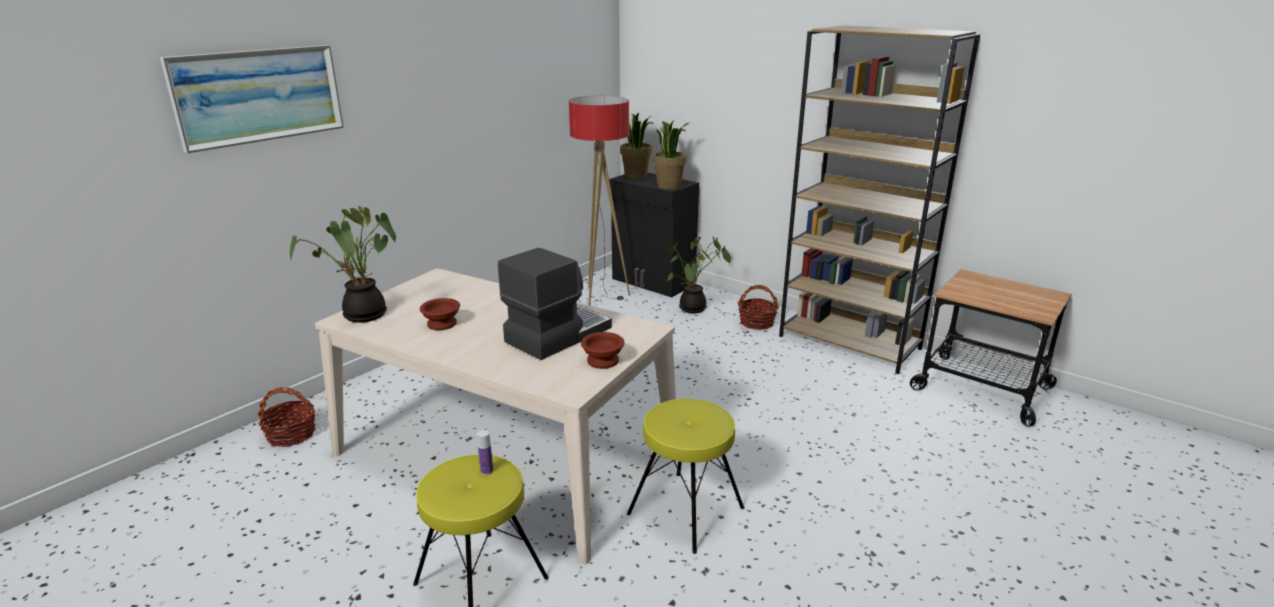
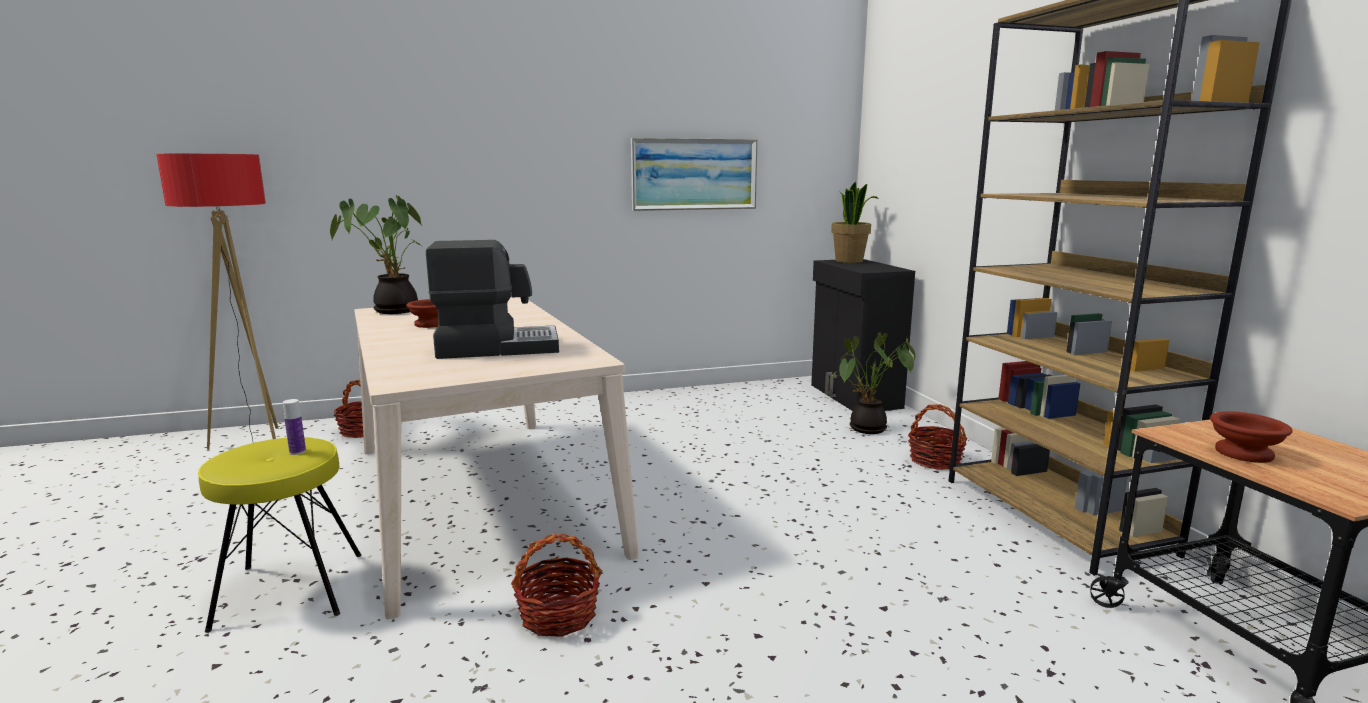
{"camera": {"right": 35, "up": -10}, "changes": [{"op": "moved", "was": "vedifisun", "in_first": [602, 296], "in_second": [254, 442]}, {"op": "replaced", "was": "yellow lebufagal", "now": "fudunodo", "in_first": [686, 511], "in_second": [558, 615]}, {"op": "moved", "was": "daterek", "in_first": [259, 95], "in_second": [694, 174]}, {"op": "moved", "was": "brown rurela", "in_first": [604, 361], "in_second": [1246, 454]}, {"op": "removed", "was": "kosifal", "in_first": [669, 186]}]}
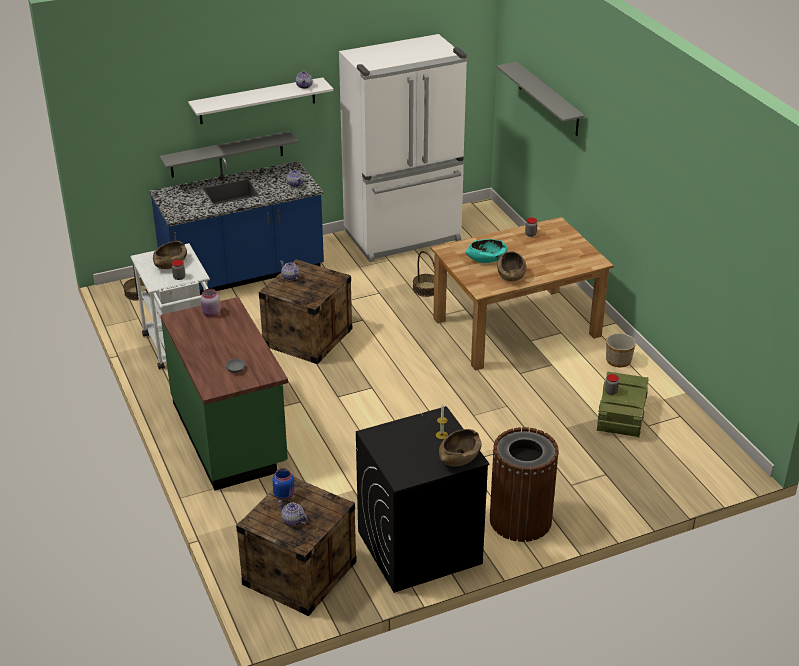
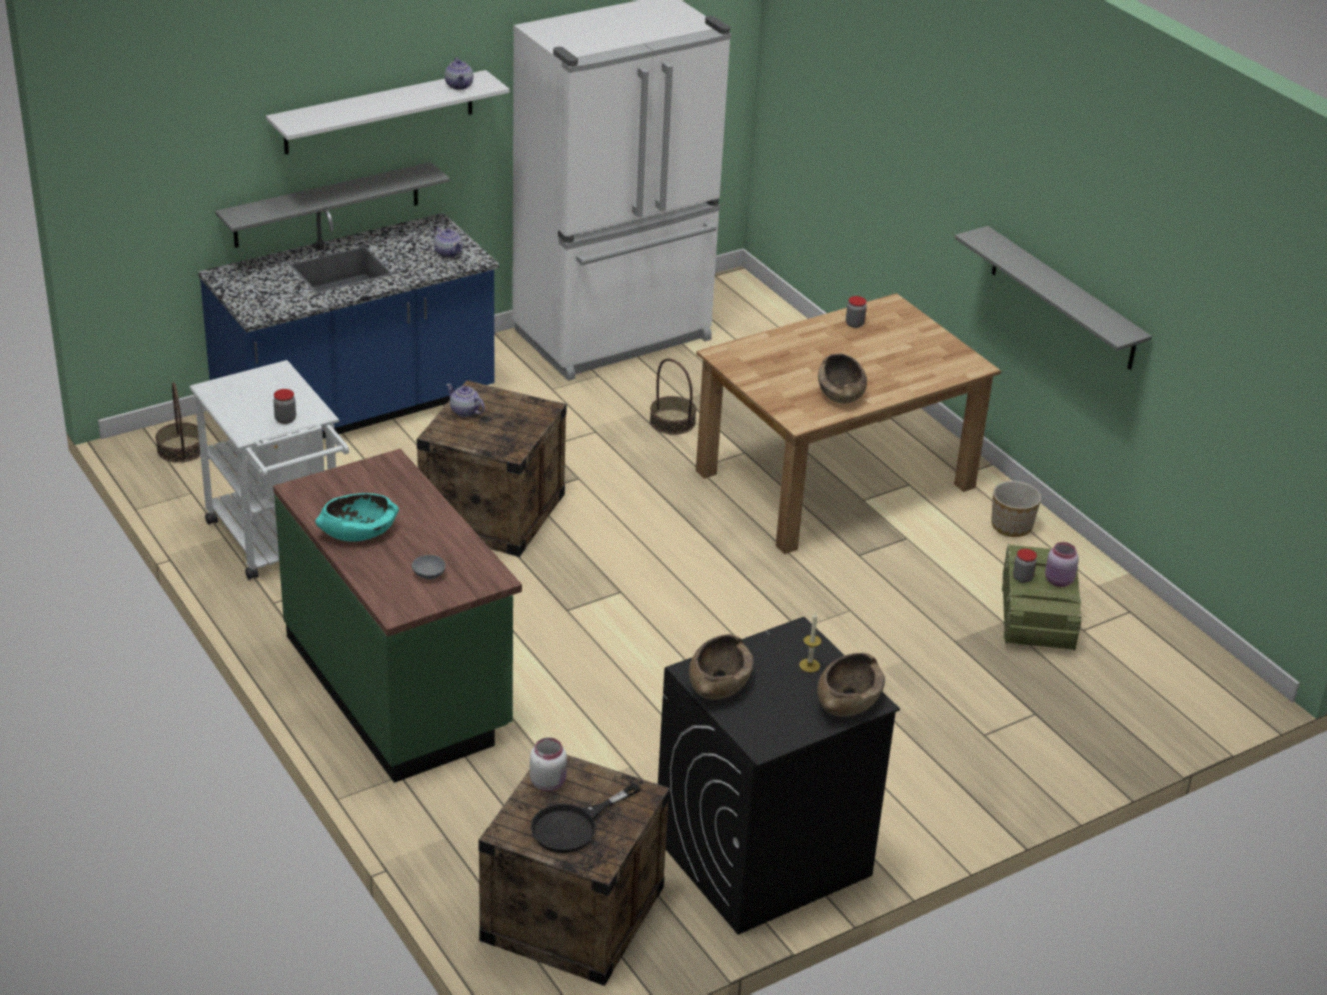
{"camera": {"right": -10, "up": 0}, "changes": [{"op": "moved", "was": "turquoise rurela", "in_first": [486, 258], "in_second": [358, 531]}, {"op": "recoloured", "was": "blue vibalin", "now": "white vibalin", "in_first": [285, 495], "in_second": [549, 782]}, {"op": "replaced", "was": "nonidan", "now": "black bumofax", "in_first": [293, 521], "in_second": [574, 826]}, {"op": "moved", "was": "brown rurela", "in_first": [170, 263], "in_second": [719, 683]}, {"op": "moved", "was": "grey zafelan", "in_first": [548, 99], "in_second": [1063, 299]}, {"op": "moved", "was": "pink vibalin", "in_first": [211, 313], "in_second": [1059, 581]}, {"op": "removed", "was": "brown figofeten", "in_first": [520, 520]}]}
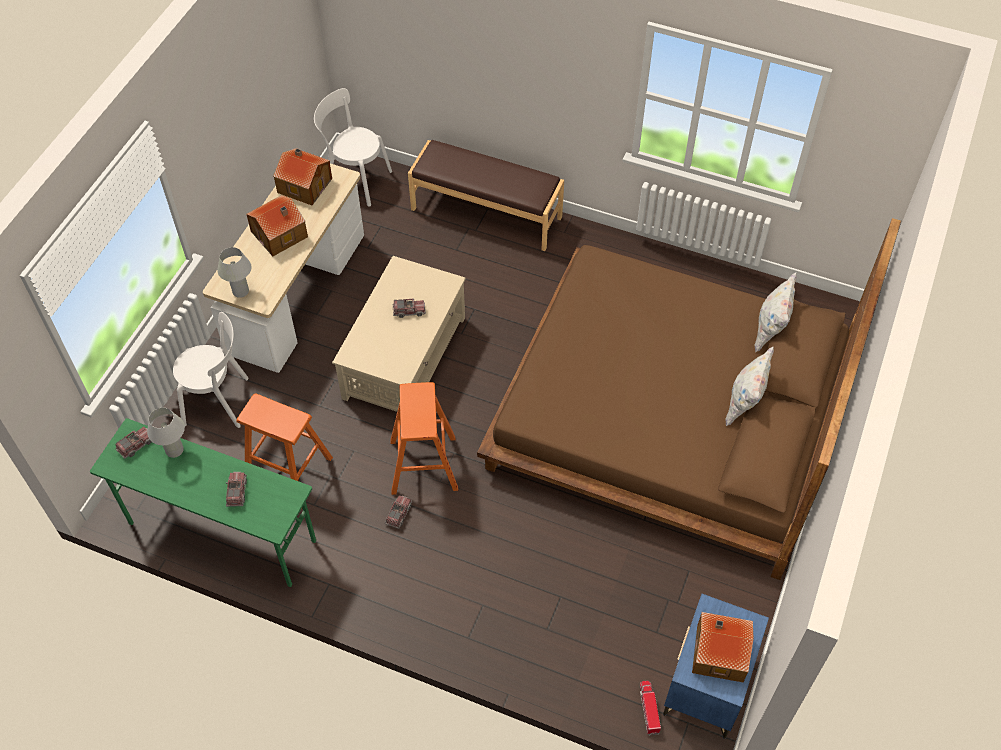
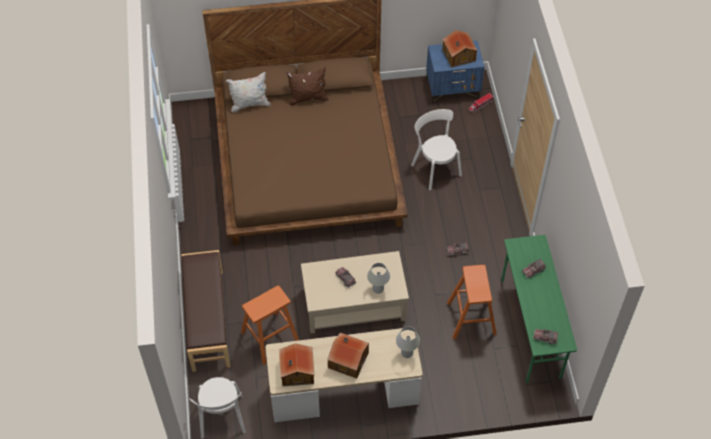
{"camera": {"right": -120, "up": 0}, "changes": [{"op": "moved", "was": "orange lebufagal", "in_first": [423, 465], "in_second": [270, 338]}, {"op": "recoloured", "was": "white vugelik", "now": "brown vugelik", "in_first": [744, 403], "in_second": [308, 98]}, {"op": "moved", "was": "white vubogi", "in_first": [174, 450], "in_second": [378, 289]}, {"op": "moved", "was": "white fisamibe", "in_first": [219, 401], "in_second": [435, 168]}]}
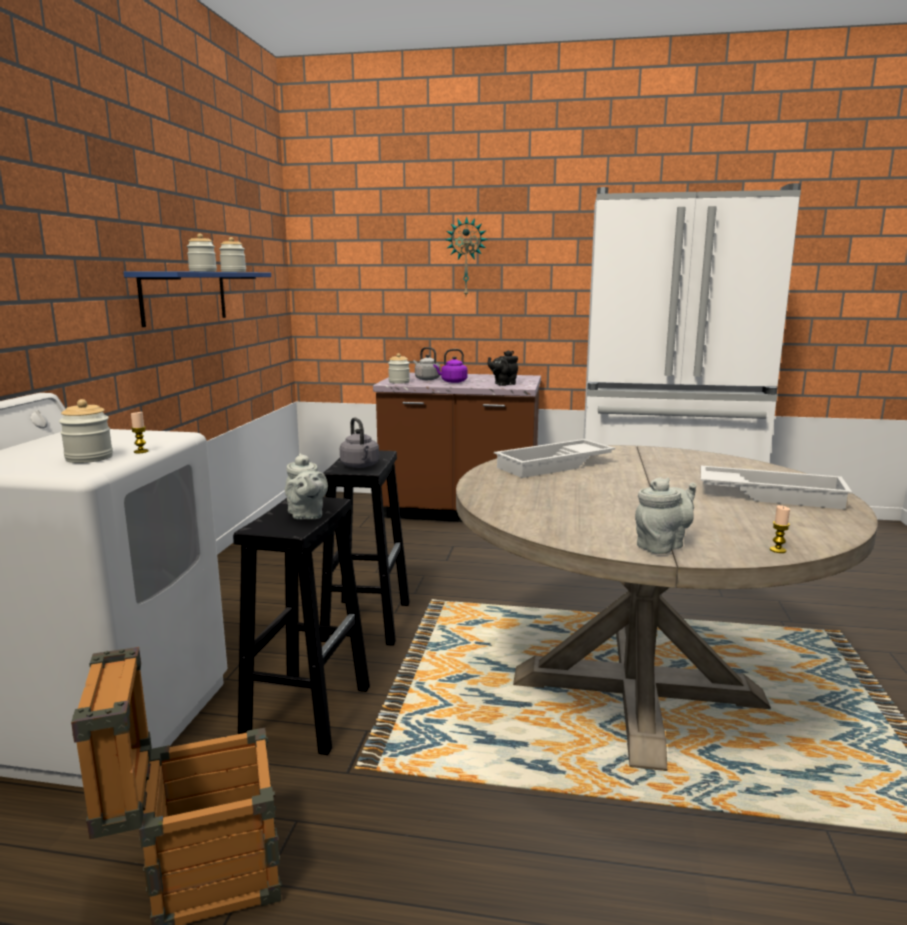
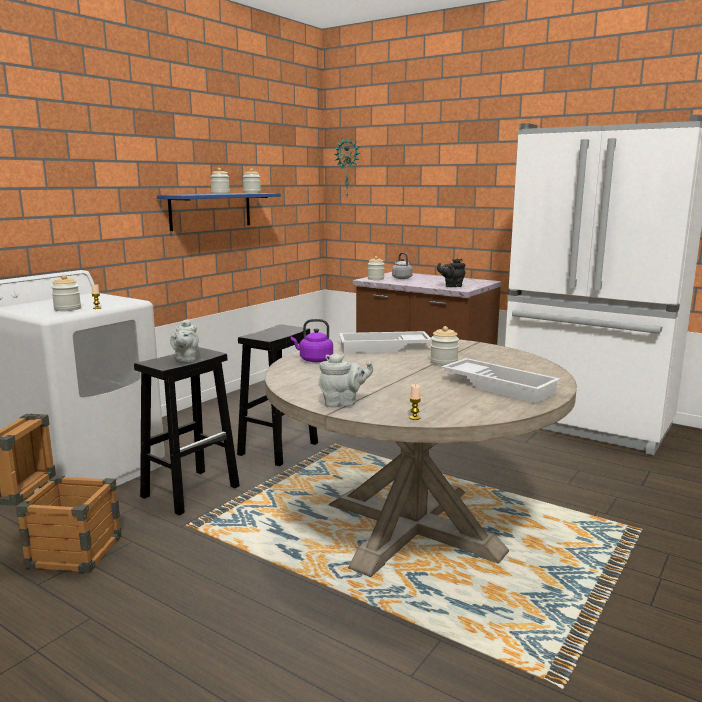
{"camera": {"right": 25, "up": 0}, "changes": [{"op": "moved", "was": "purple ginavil", "in_first": [452, 382], "in_second": [314, 360]}, {"op": "moved", "was": "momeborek", "in_first": [466, 257], "in_second": [348, 167]}, {"op": "added", "now": "vibalin", "in_second": [444, 362]}, {"op": "removed", "was": "grey ginavil", "in_first": [360, 466]}]}
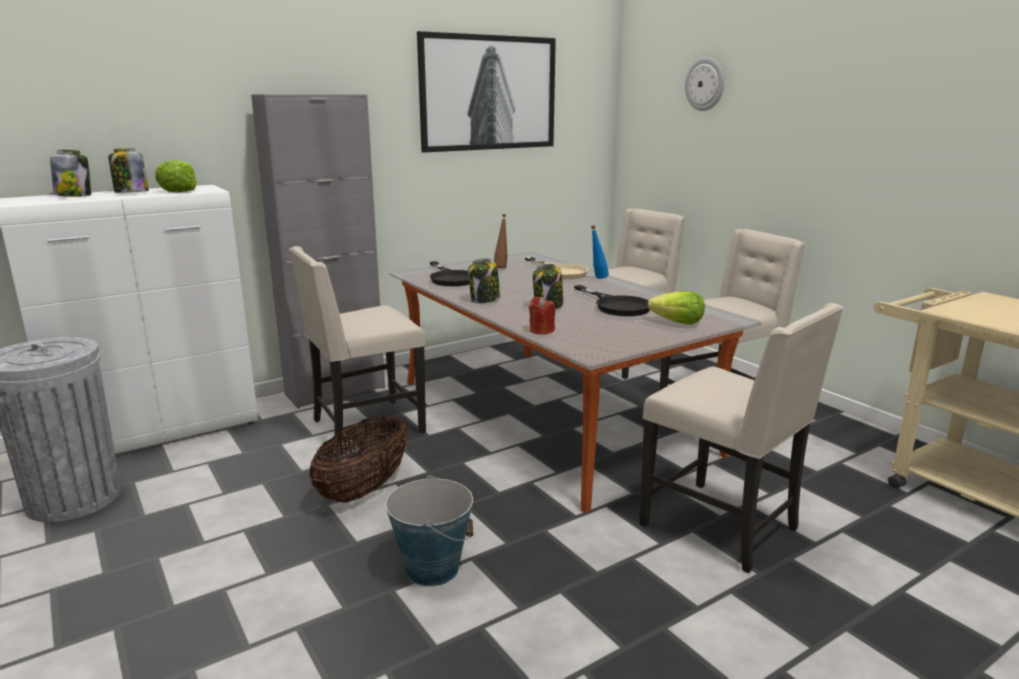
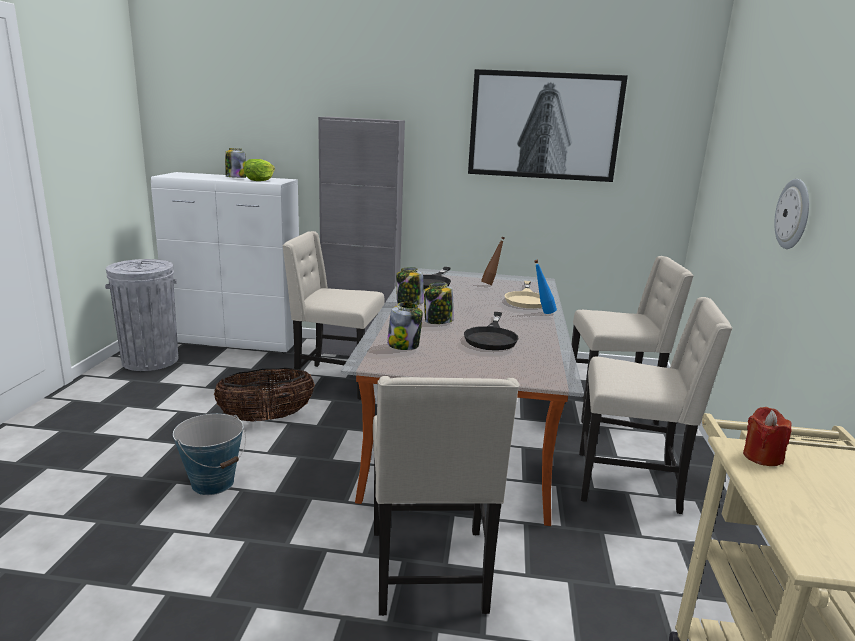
{"camera": {"right": 40, "up": 0}, "changes": [{"op": "moved", "was": "vibalin", "in_first": [74, 195], "in_second": [404, 345]}, {"op": "moved", "was": "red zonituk", "in_first": [541, 330], "in_second": [762, 457]}, {"op": "moved", "was": "momeborek", "in_first": [705, 84], "in_second": [793, 214]}, {"op": "removed", "was": "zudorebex", "in_first": [678, 322]}]}
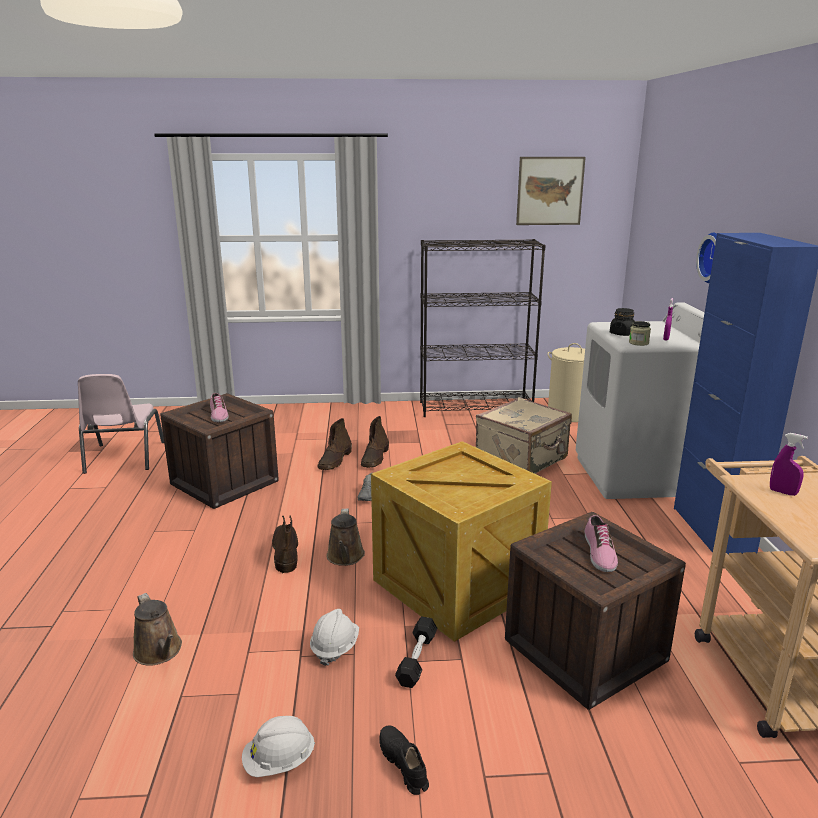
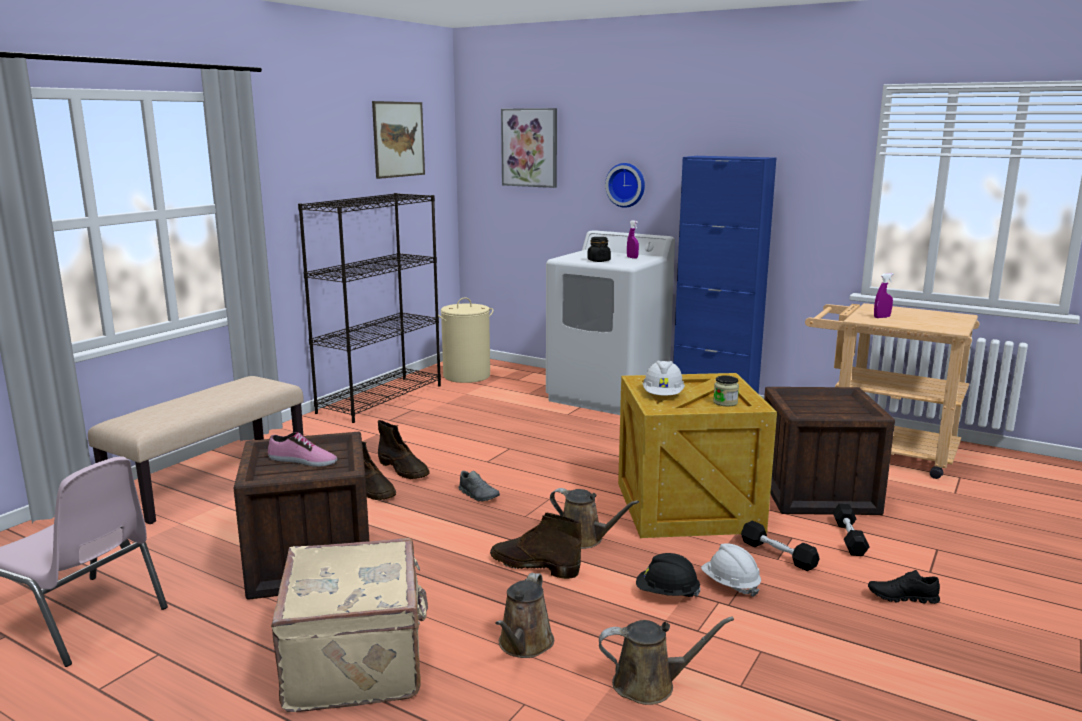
{"camera": {"right": -55, "up": -5}, "changes": [{"op": "added", "now": "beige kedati", "in_second": [210, 480]}, {"op": "moved", "was": "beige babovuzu", "in_first": [522, 460], "in_second": [358, 661]}, {"op": "added", "now": "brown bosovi", "in_second": [524, 645]}, {"op": "added", "now": "daterek", "in_second": [530, 147]}, {"op": "added", "now": "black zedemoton", "in_second": [667, 594]}, {"op": "moved", "was": "white zedemoton", "in_first": [279, 762], "in_second": [663, 396]}, {"op": "moved", "was": "vibalin", "in_first": [638, 343], "in_second": [725, 402]}, {"op": "added", "now": "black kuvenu", "in_second": [849, 538]}, {"op": "removed", "was": "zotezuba", "in_first": [598, 552]}]}
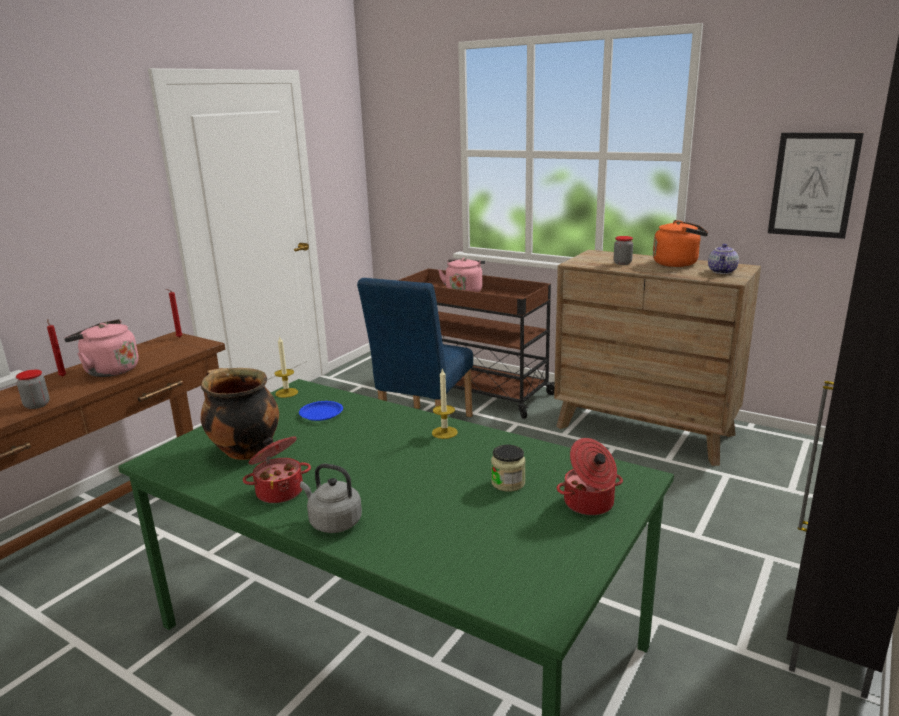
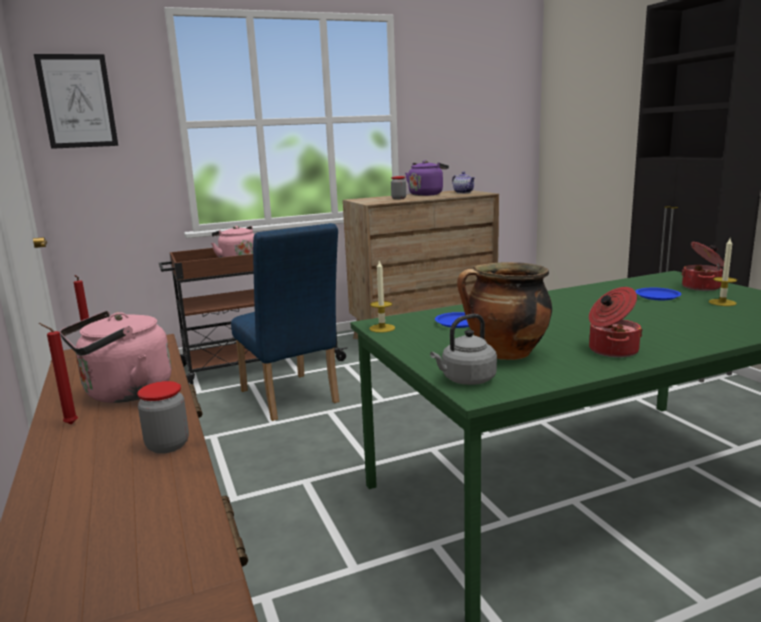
{"camera": {"right": -55, "up": -5}, "changes": [{"op": "moved", "was": "daterek", "in_first": [813, 185], "in_second": [77, 101]}, {"op": "recoloured", "was": "orange ginavil", "now": "purple ginavil", "in_first": [678, 263], "in_second": [427, 194]}, {"op": "moved", "was": "grey ginavil", "in_first": [333, 522], "in_second": [466, 380]}, {"op": "replaced", "was": "vibalin", "now": "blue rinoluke", "in_first": [508, 483], "in_second": [657, 296]}, {"op": "moved", "was": "zonituk", "in_first": [444, 432], "in_second": [722, 302]}]}
